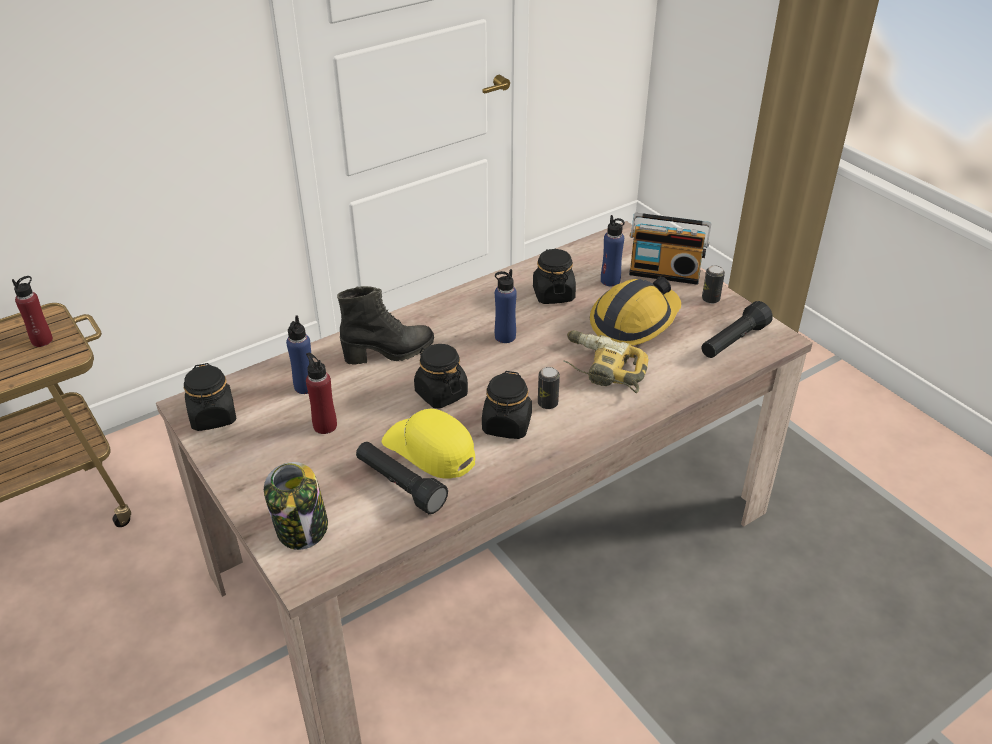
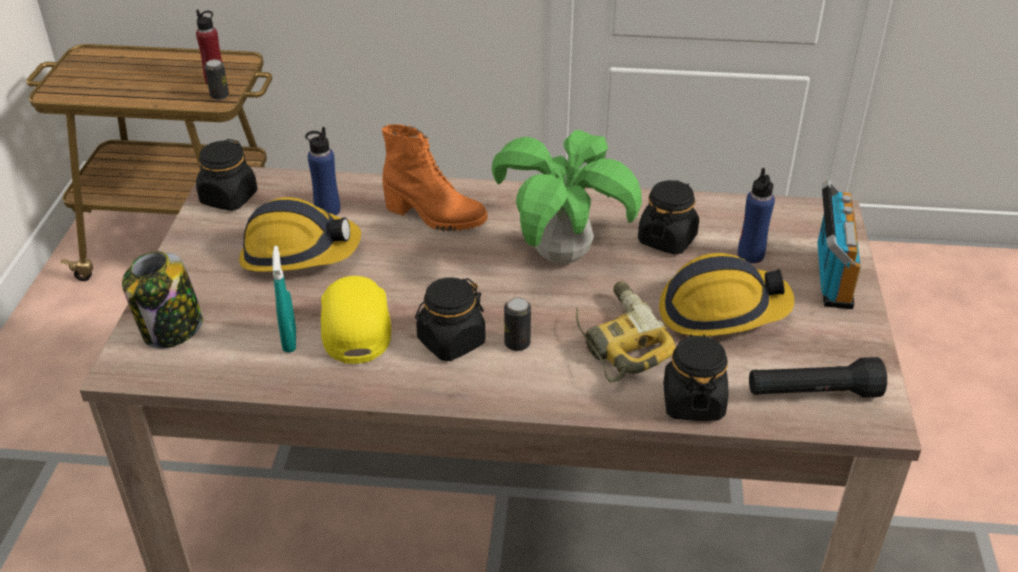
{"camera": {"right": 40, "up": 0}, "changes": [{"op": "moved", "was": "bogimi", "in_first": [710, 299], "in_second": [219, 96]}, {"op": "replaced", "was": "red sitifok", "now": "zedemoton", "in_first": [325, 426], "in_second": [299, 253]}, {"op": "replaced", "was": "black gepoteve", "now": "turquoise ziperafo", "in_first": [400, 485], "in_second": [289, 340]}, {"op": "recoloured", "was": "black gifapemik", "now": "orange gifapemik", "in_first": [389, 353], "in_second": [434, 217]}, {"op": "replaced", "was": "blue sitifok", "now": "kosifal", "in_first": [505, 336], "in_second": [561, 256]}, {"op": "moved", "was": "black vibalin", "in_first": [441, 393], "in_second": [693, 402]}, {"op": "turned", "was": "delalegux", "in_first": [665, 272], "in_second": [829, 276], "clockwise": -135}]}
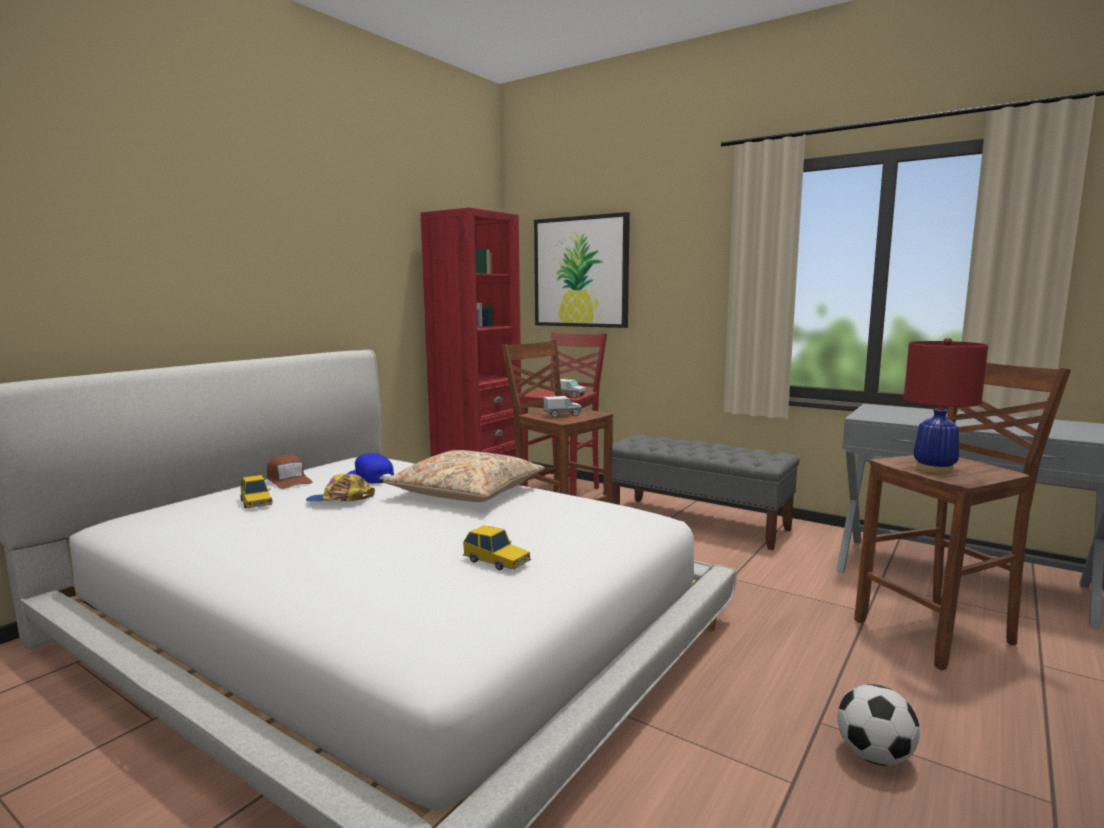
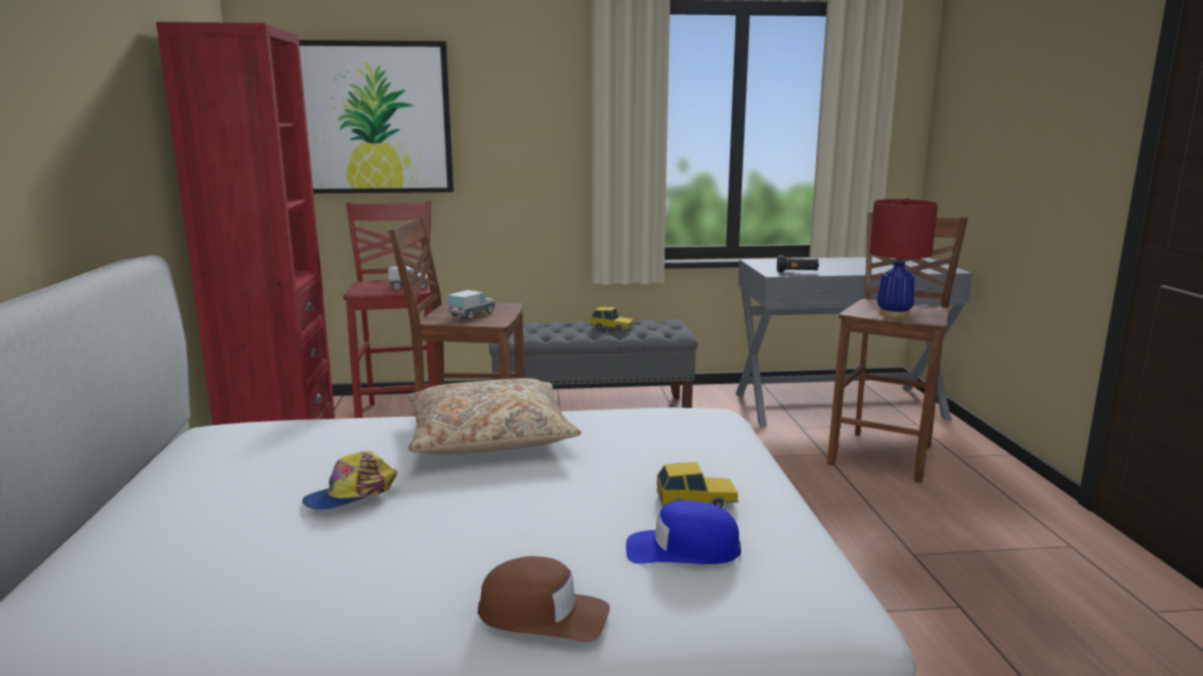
{"camera": {"right": -40, "up": 5}, "changes": [{"op": "moved", "was": "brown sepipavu", "in_first": [289, 480], "in_second": [543, 614]}, {"op": "moved", "was": "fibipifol", "in_first": [256, 502], "in_second": [612, 327]}, {"op": "moved", "was": "blue sepipavu", "in_first": [370, 477], "in_second": [682, 549]}, {"op": "added", "now": "black gepoteve", "in_second": [797, 272]}, {"op": "removed", "was": "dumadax", "in_first": [874, 756]}]}
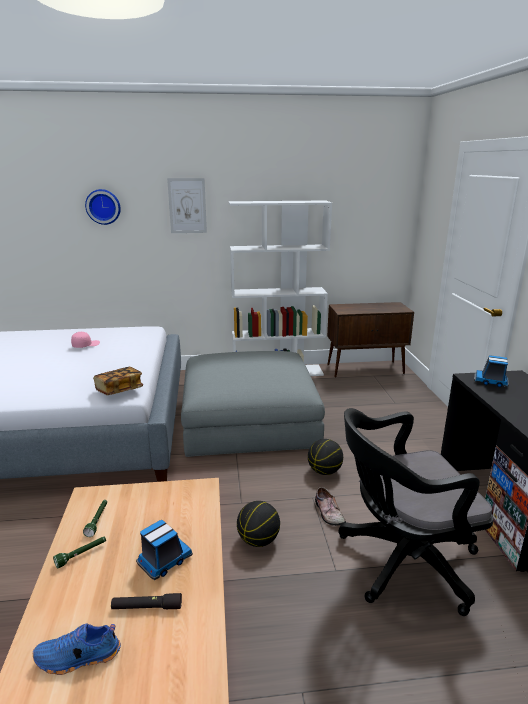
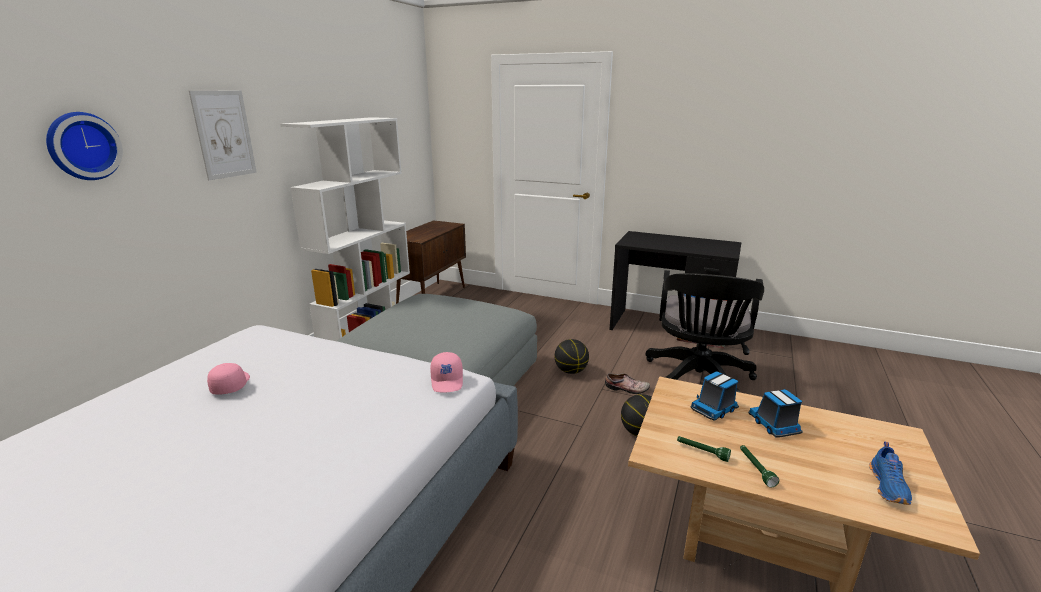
{"camera": {"right": -60, "up": 0}, "changes": [{"op": "replaced", "was": "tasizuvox", "now": "pink sepipavu", "in_first": [119, 390], "in_second": [447, 381]}, {"op": "moved", "was": "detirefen", "in_first": [491, 382], "in_second": [714, 409]}, {"op": "removed", "was": "black gepoteve", "in_first": [147, 607]}]}
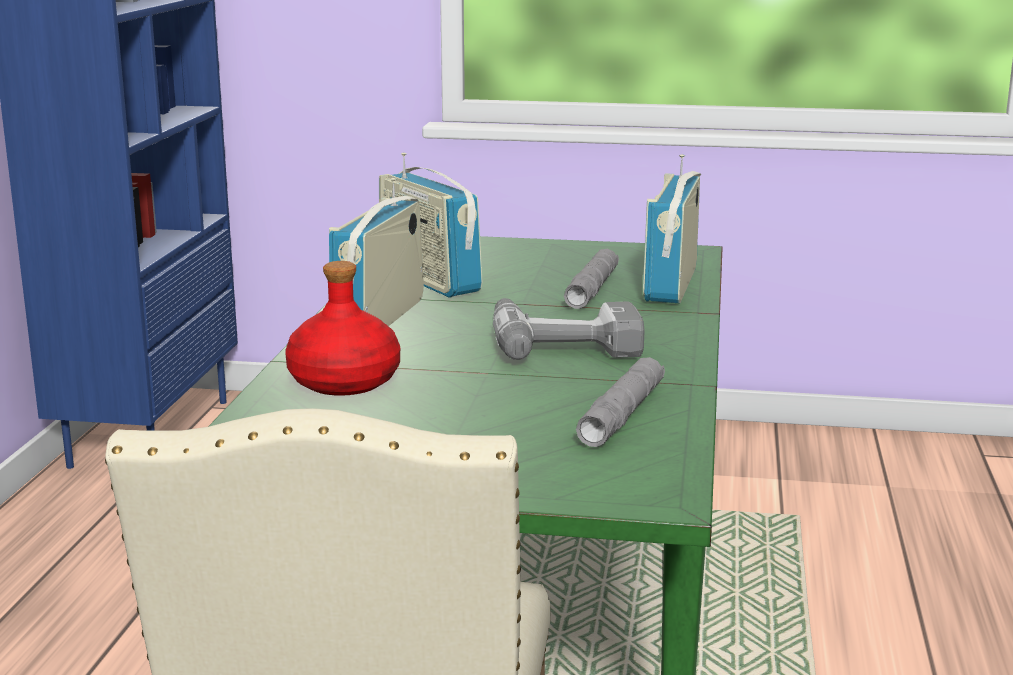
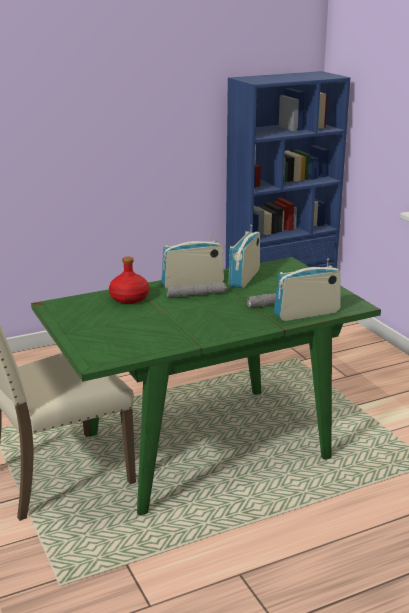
{"camera": {"right": 55, "up": 5}, "changes": [{"op": "moved", "was": "grey gepoteve", "in_first": [622, 414], "in_second": [196, 295]}, {"op": "removed", "was": "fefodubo", "in_first": [563, 341]}]}
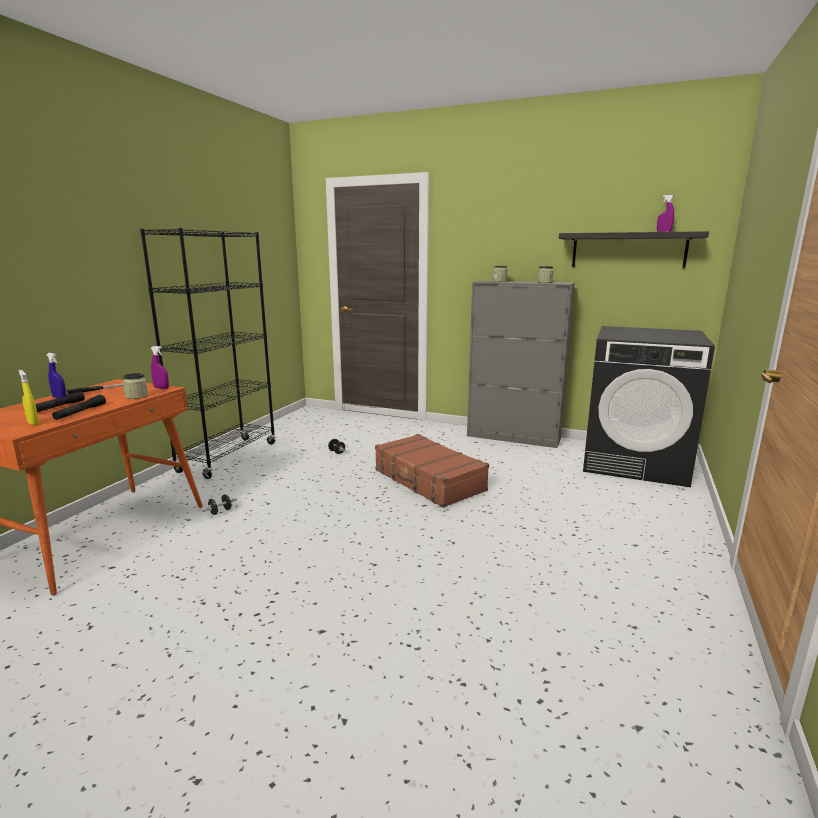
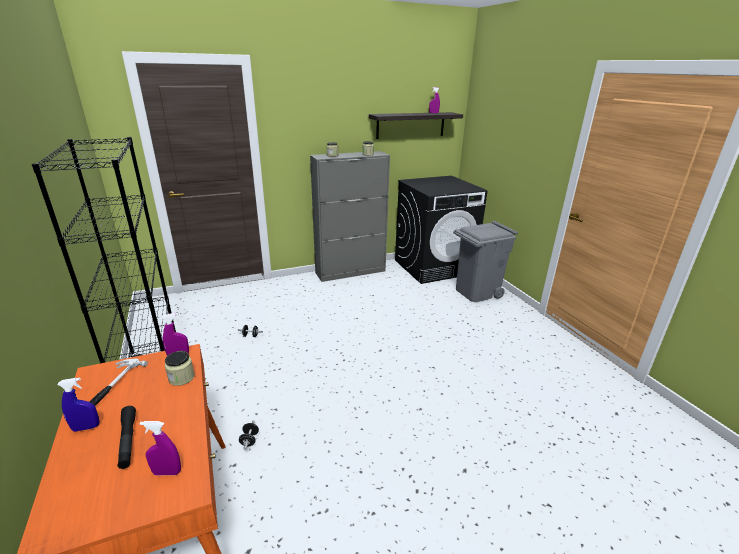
{"camera": {"right": -45, "up": 10}, "changes": [{"op": "recoloured", "was": "yellow ziperafo", "now": "purple ziperafo", "in_first": [33, 423], "in_second": [167, 472]}, {"op": "added", "now": "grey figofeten", "in_second": [476, 292]}, {"op": "removed", "was": "black gepoteve", "in_first": [80, 412]}, {"op": "removed", "was": "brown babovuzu", "in_first": [428, 481]}]}
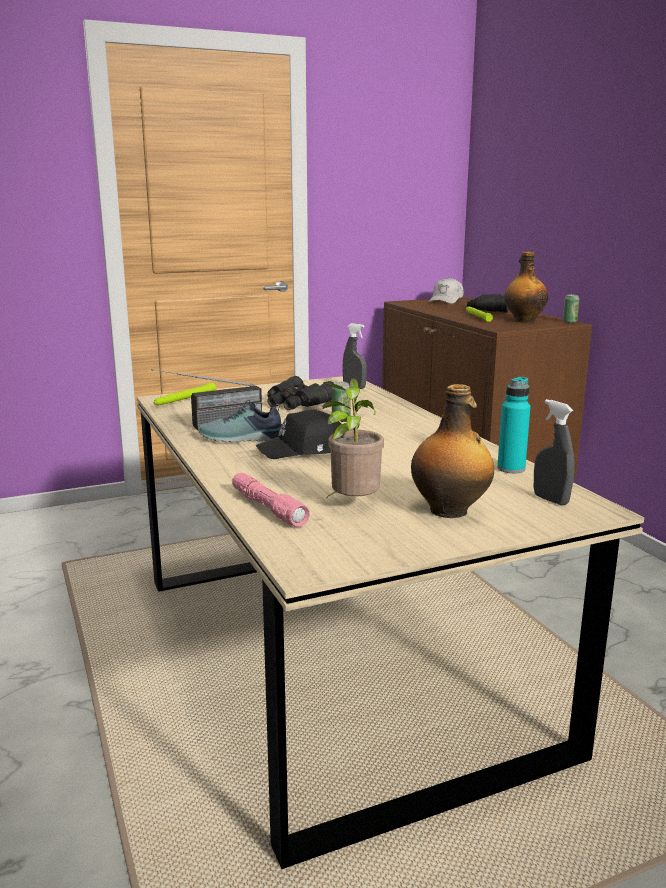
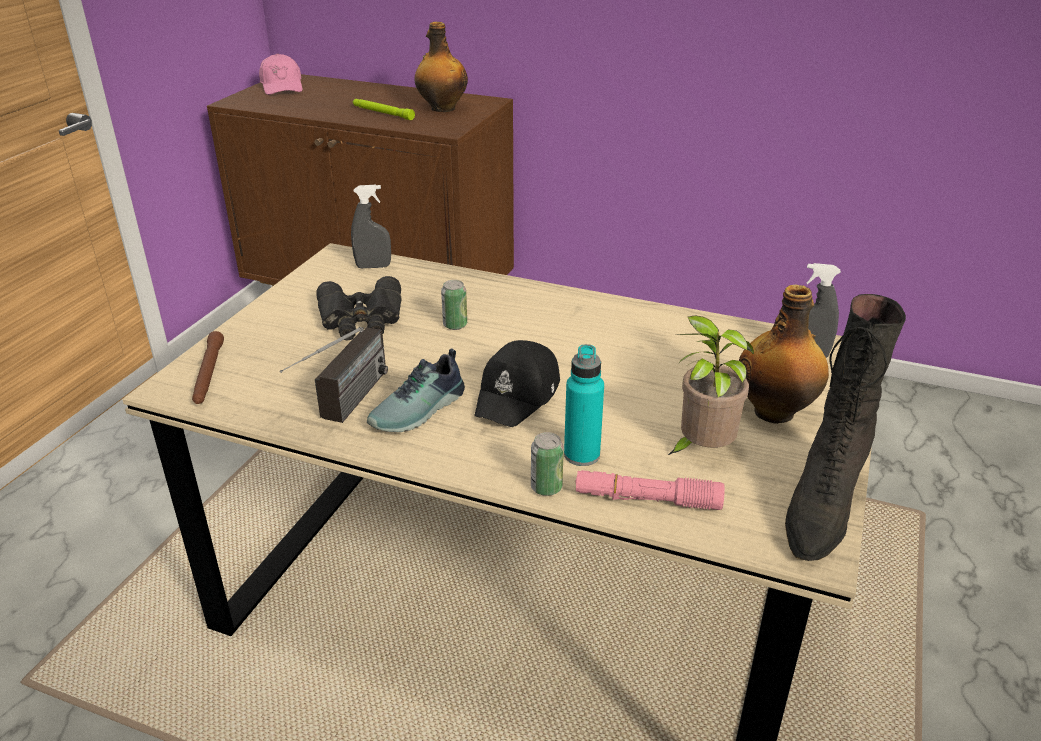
{"camera": {"right": -45, "up": 15}, "changes": [{"op": "recoloured", "was": "green gepoteve", "now": "brown gepoteve", "in_first": [185, 399], "in_second": [208, 374]}, {"op": "recoloured", "was": "white sepipavu", "now": "pink sepipavu", "in_first": [446, 301], "in_second": [282, 86]}, {"op": "moved", "was": "bogimi", "in_first": [569, 322], "in_second": [546, 487]}, {"op": "moved", "was": "turquoise sitifok", "in_first": [511, 469], "in_second": [581, 455]}, {"op": "added", "now": "black gifapemik", "in_second": [822, 506]}, {"op": "removed", "was": "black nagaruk", "in_first": [489, 309]}]}
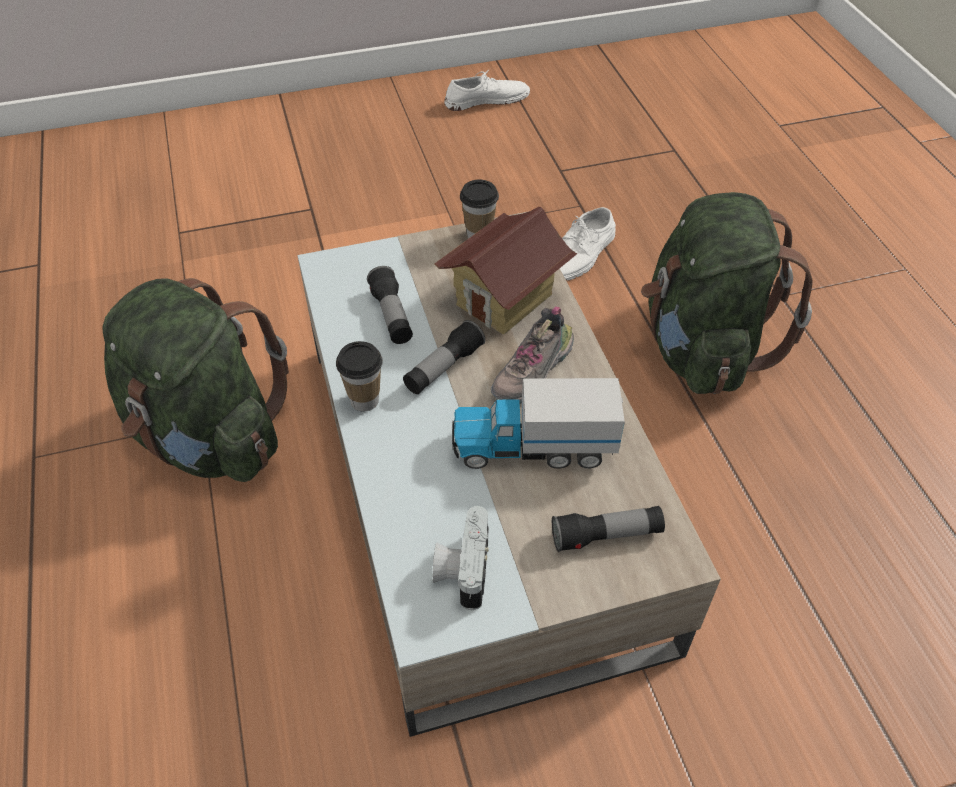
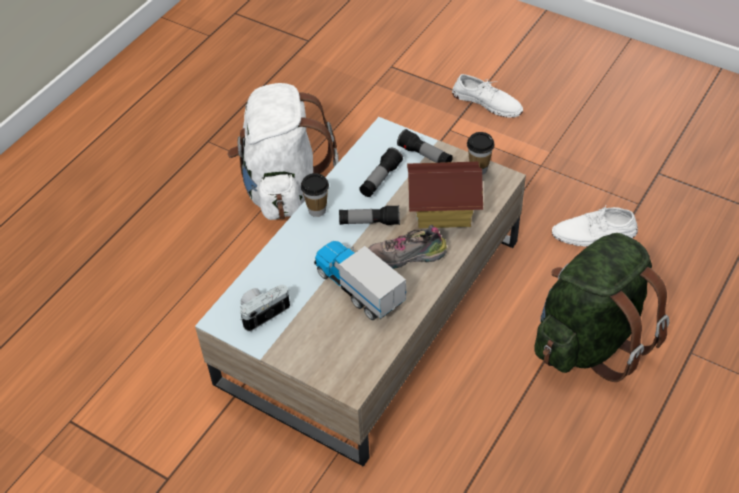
{"camera": {"right": 50, "up": 0}, "changes": [{"op": "recoloured", "was": "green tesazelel", "now": "white tesazelel", "in_first": [210, 438], "in_second": [284, 188]}, {"op": "moved", "was": "gepoteve", "in_first": [606, 536], "in_second": [425, 156]}, {"op": "moved", "was": "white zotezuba", "in_first": [486, 99], "in_second": [487, 102]}]}
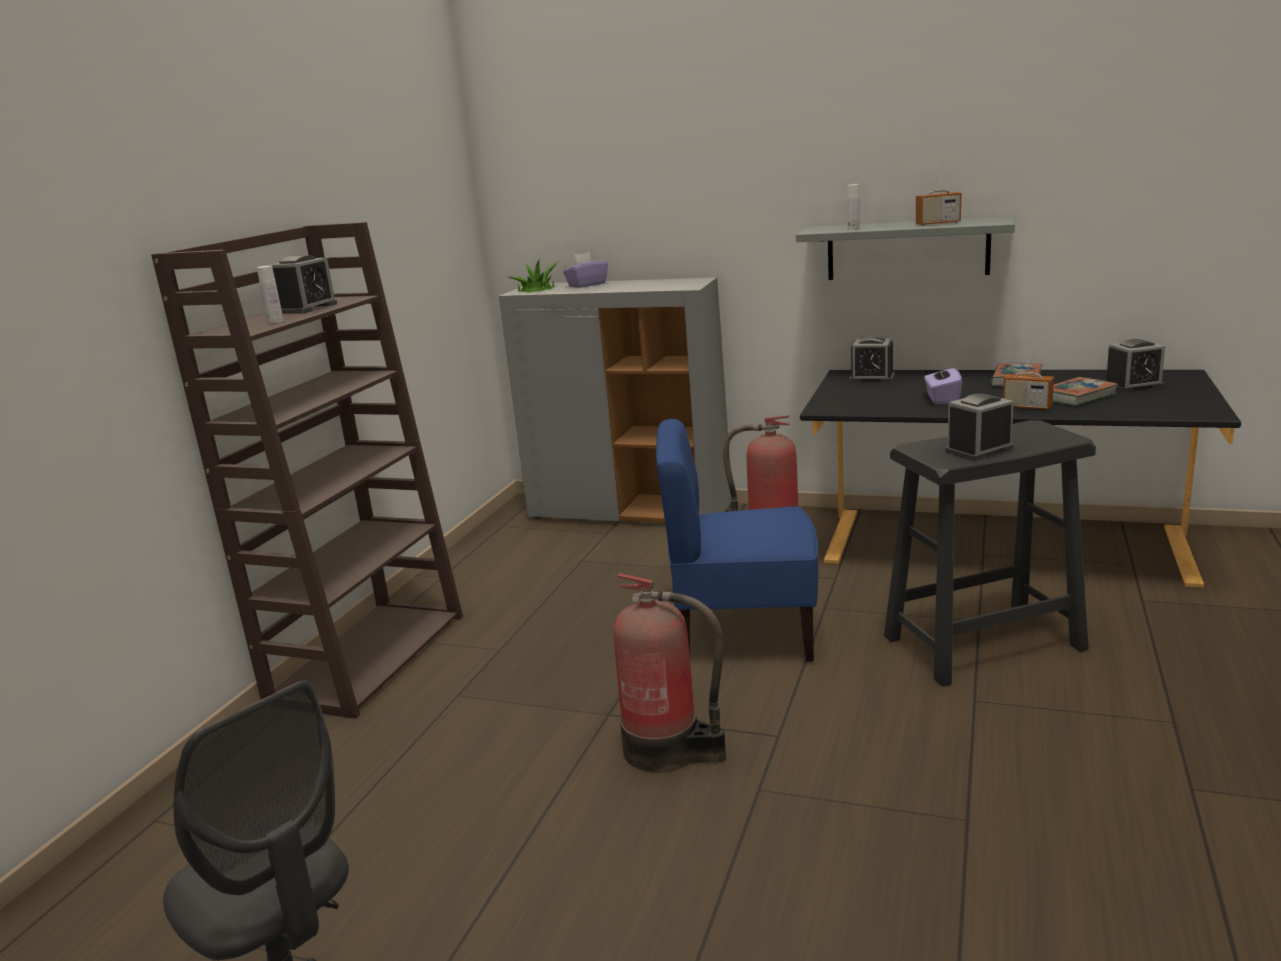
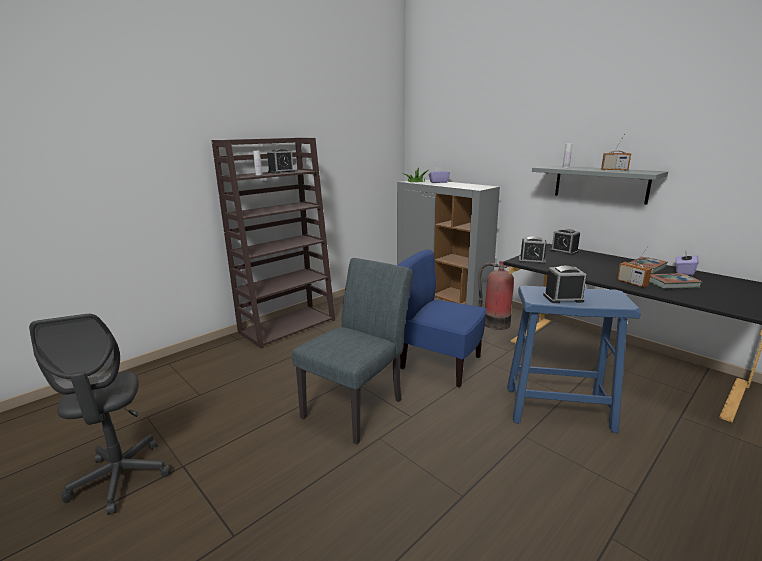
{"camera": {"right": 25, "up": 0}, "changes": [{"op": "replaced", "was": "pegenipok", "now": "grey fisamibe", "in_first": [668, 750], "in_second": [358, 405]}, {"op": "recoloured", "was": "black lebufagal", "now": "blue lebufagal", "in_first": [982, 643], "in_second": [557, 408]}, {"op": "moved", "was": "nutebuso", "in_first": [1133, 385], "in_second": [532, 261]}, {"op": "moved", "was": "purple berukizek", "in_first": [942, 399], "in_second": [683, 271]}]}
